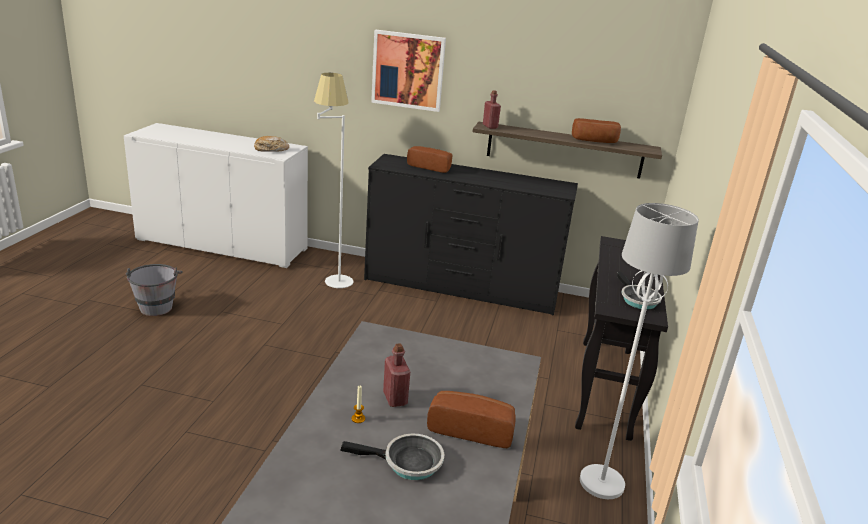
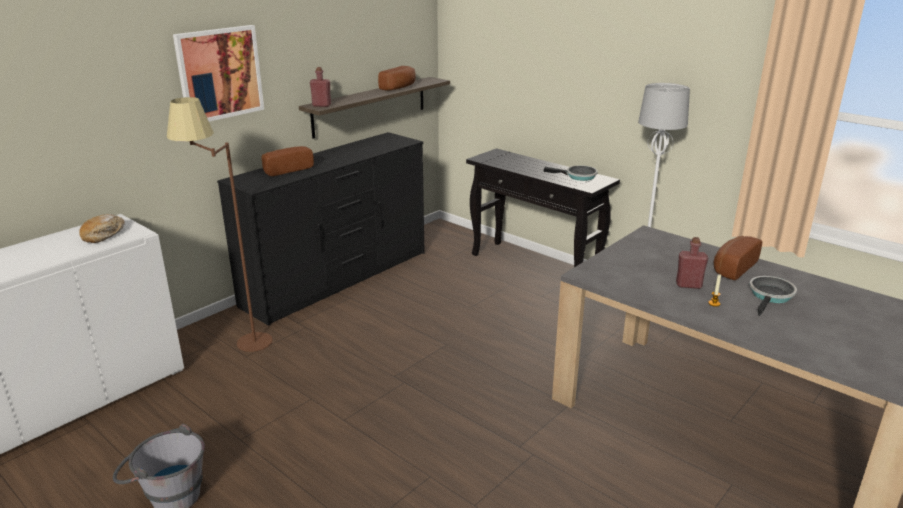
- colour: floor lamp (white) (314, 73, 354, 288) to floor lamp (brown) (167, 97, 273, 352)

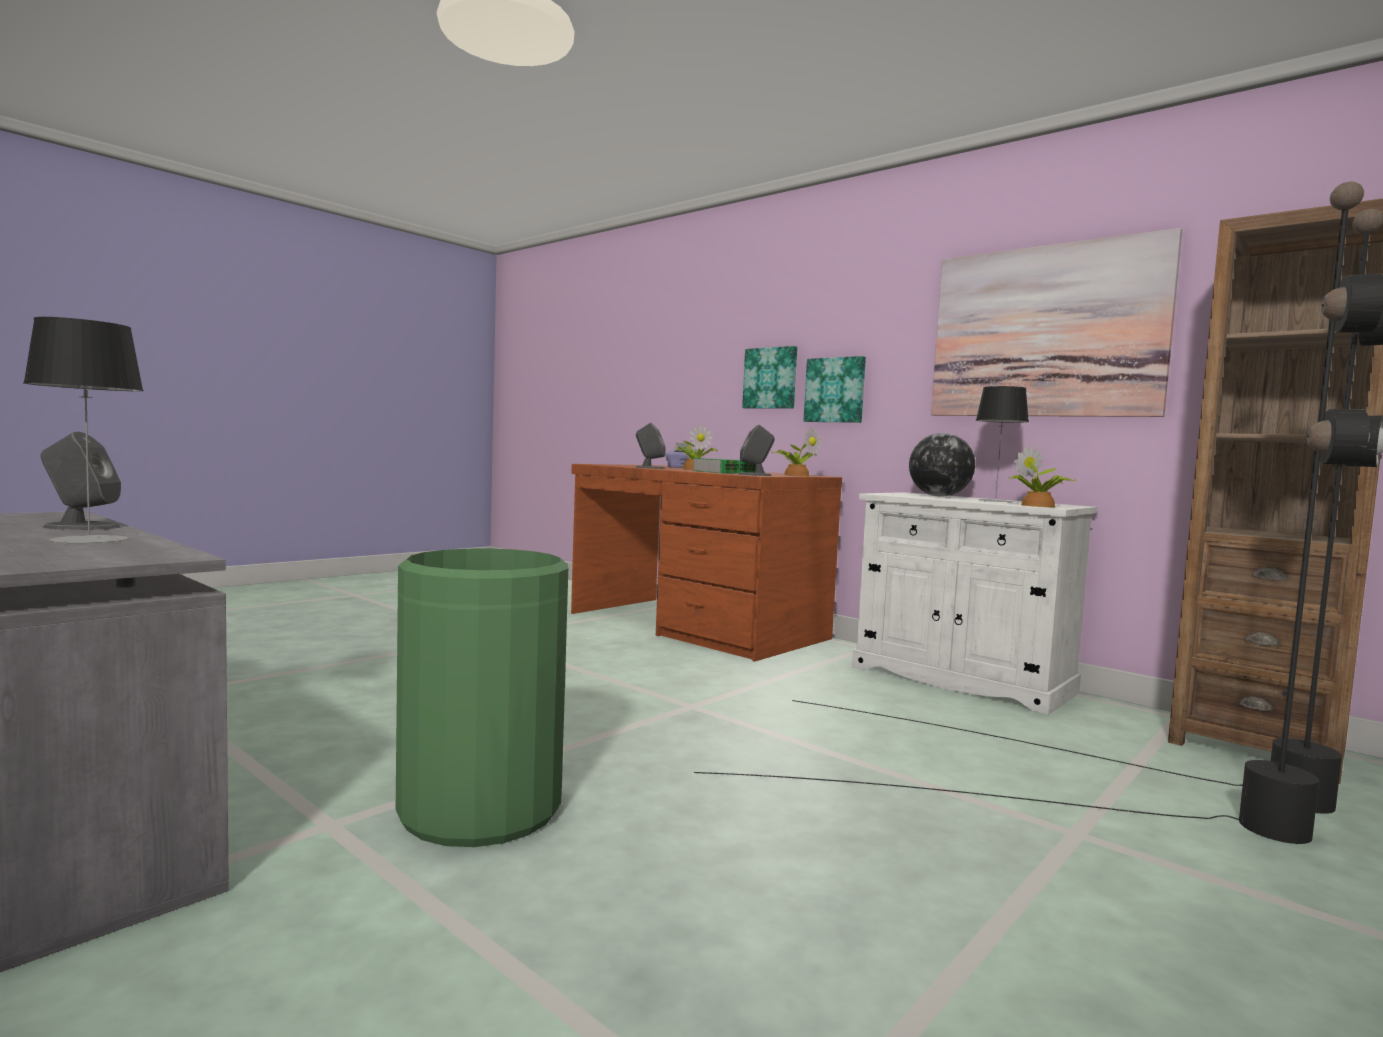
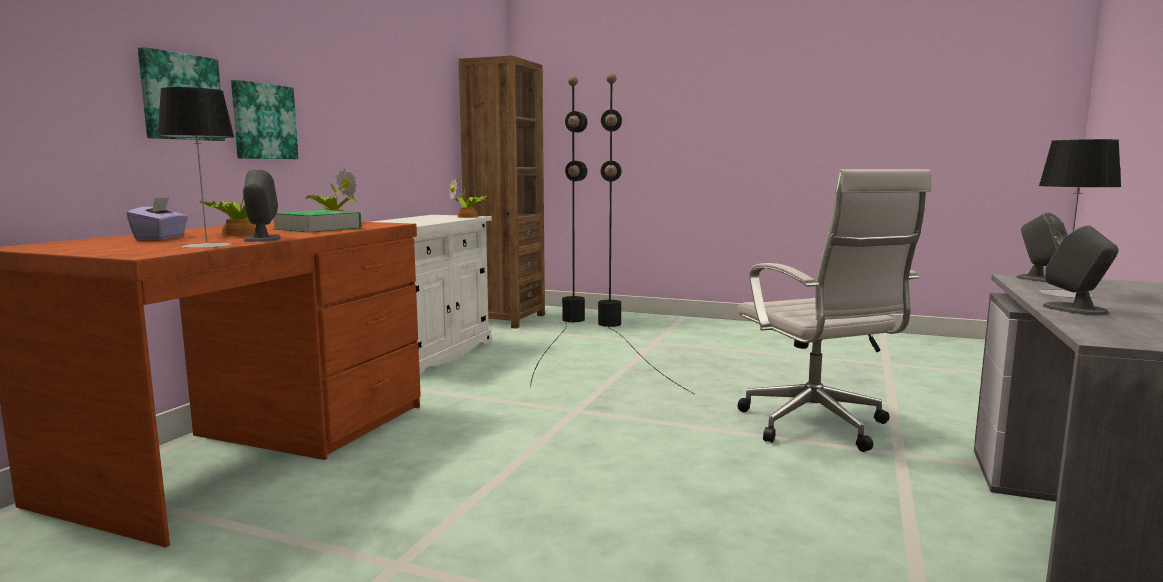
- missing: globe (909, 433, 975, 497)
- missing: picture (931, 228, 1182, 417)
- relocated: speaker (grey) (739, 425, 775, 476) to (1016, 213, 1068, 282)
- relocated: table lamp (976, 386, 1029, 503) to (157, 87, 234, 248)
- exchanged: trash can (green) (396, 549, 568, 847) to office chair (white) (737, 169, 931, 452)

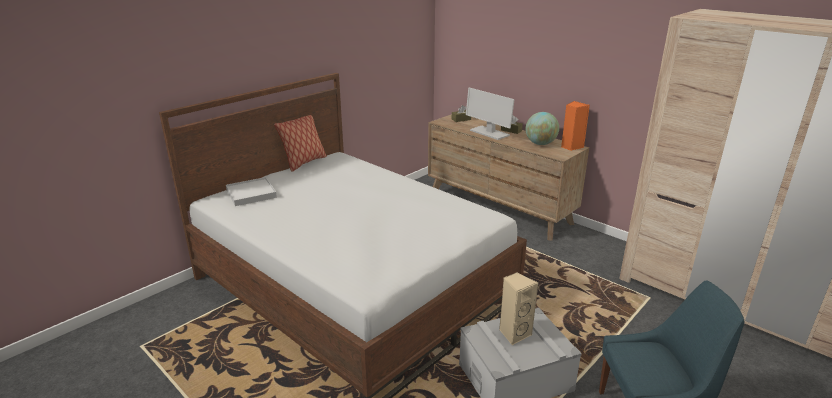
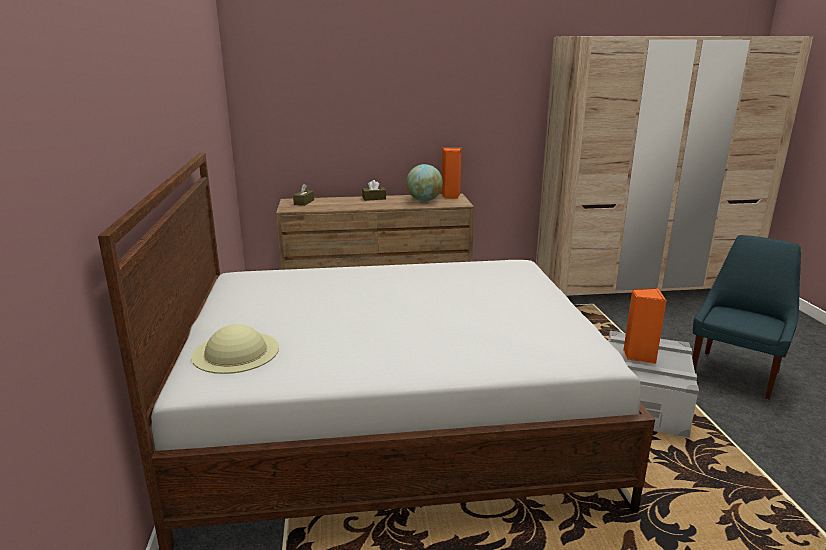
- missing: pillow (274, 115, 327, 171)
- missing: monitor (466, 87, 515, 140)
- exchanged: tray (white) (226, 177, 277, 206) to hat (beige) (191, 324, 279, 374)
- colour: speaker (beige) (499, 272, 538, 345) to speaker (orange) (623, 288, 667, 364)

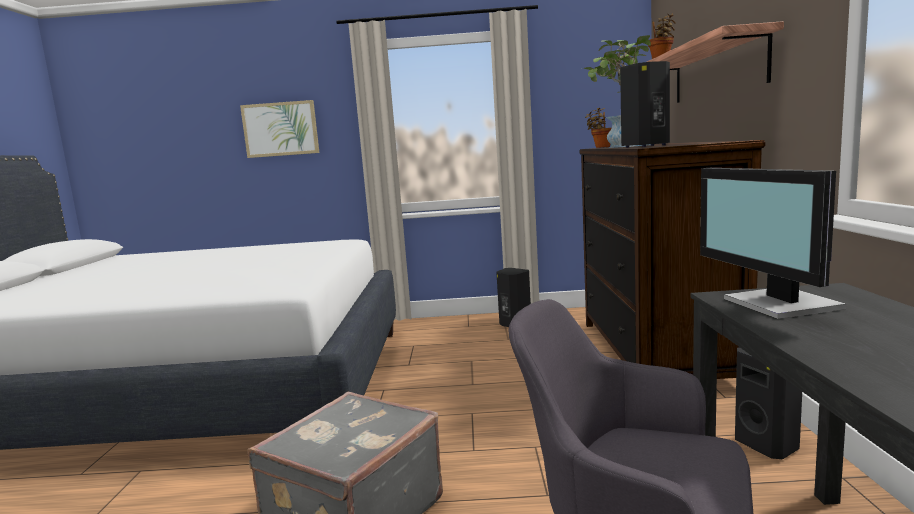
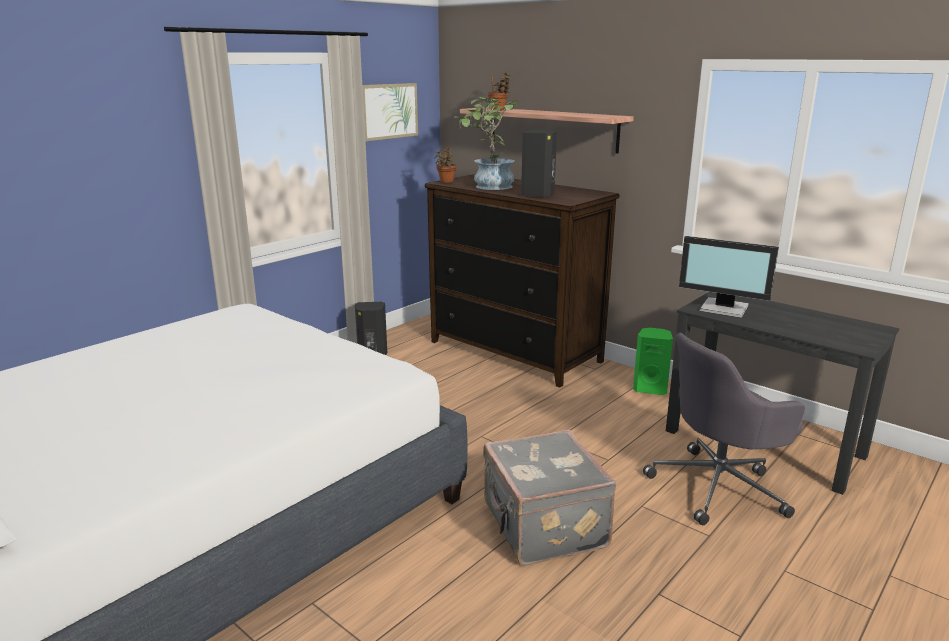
- relocated: picture (240, 100, 320, 158) to (362, 83, 418, 141)
- colour: speaker (black) (735, 347, 802, 459) to speaker (green) (633, 328, 673, 395)

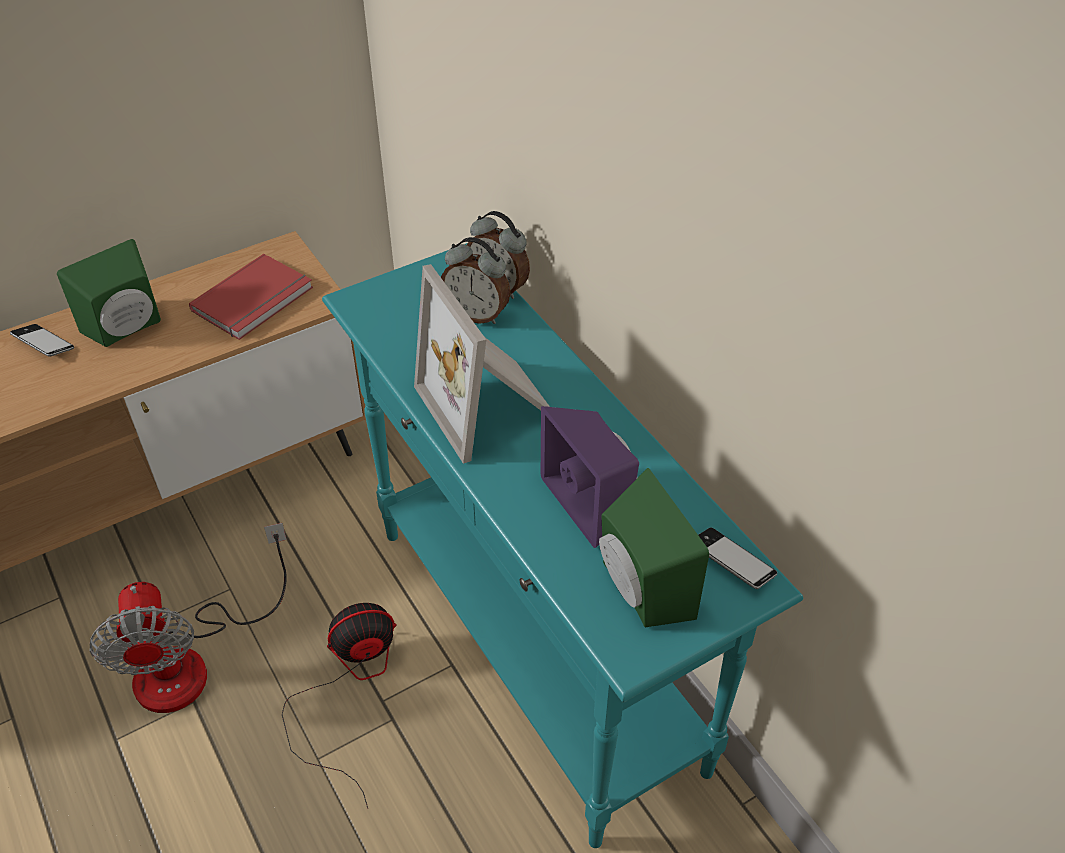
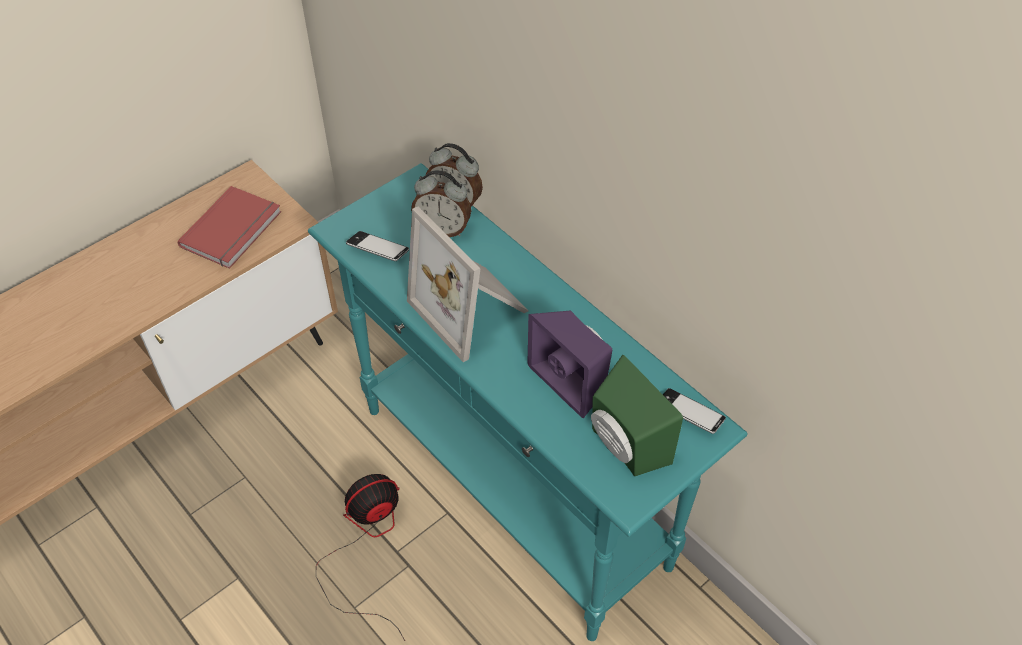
- missing: speaker (green) (57, 239, 161, 347)
- missing: fan (89, 523, 287, 713)
- relocated: phone (10, 324, 74, 357) to (346, 231, 409, 261)

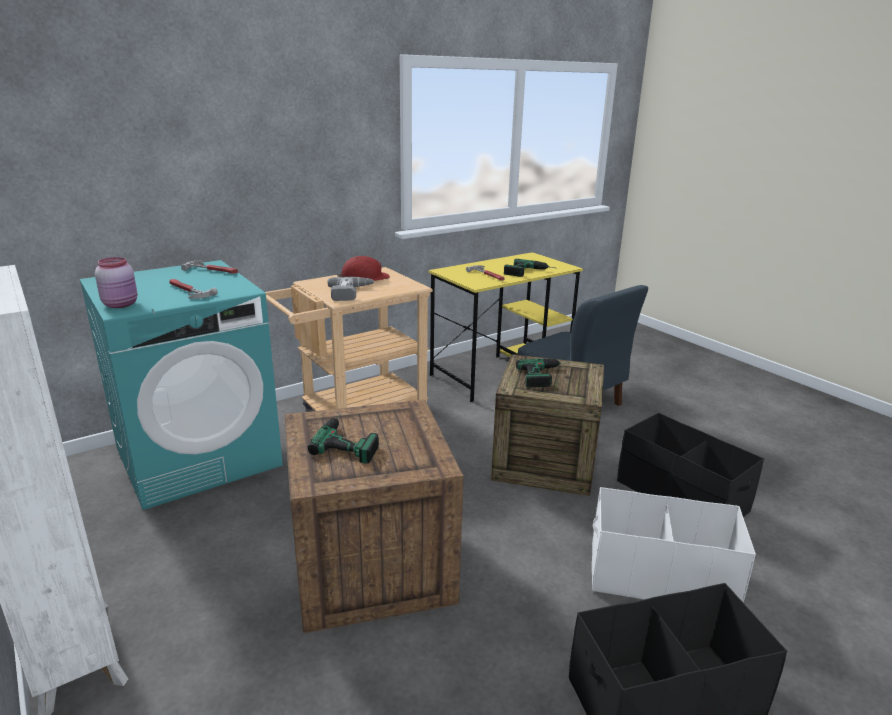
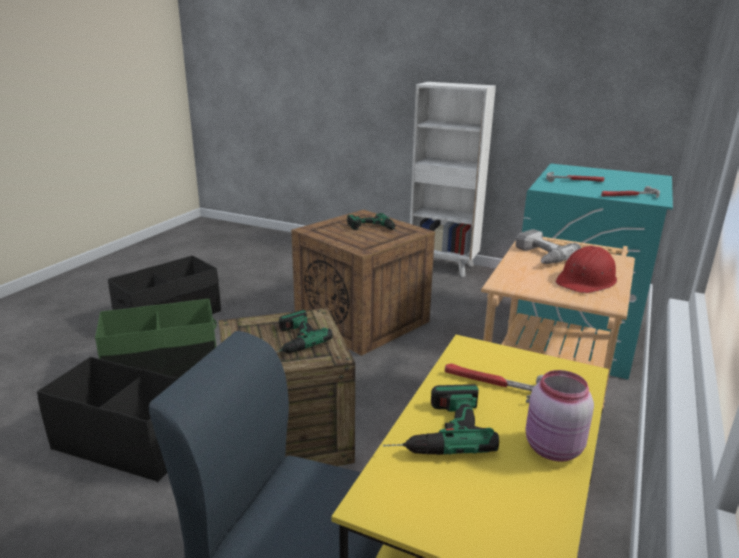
- relocated: jar (pink) (95, 257, 137, 308) to (526, 370, 594, 462)
- colour: storage box (white) (592, 487, 756, 603) to storage box (green) (95, 299, 217, 378)

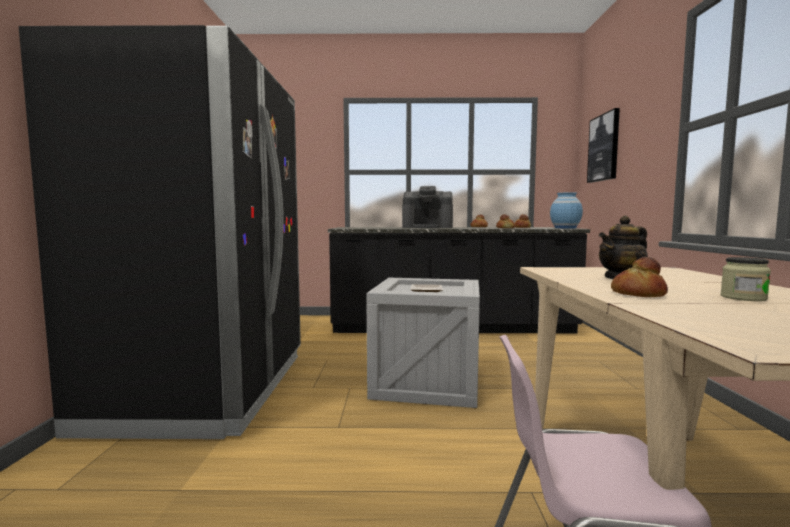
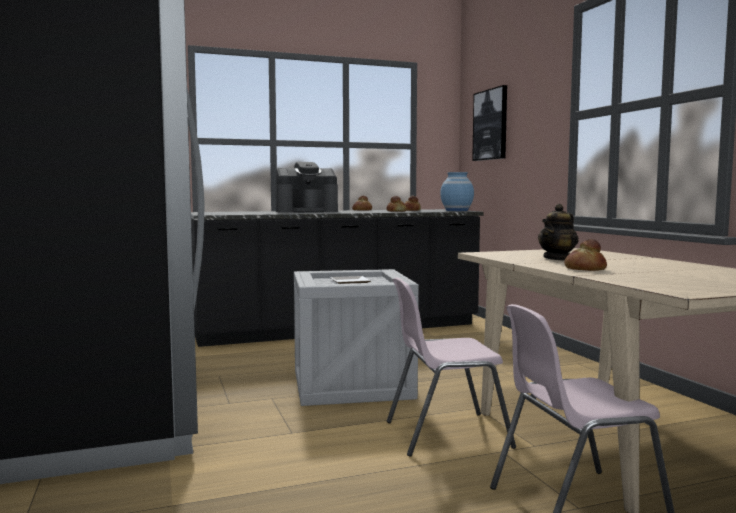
- missing: jar (720, 257, 771, 301)
- appeared: chair (pink) (387, 278, 516, 457)

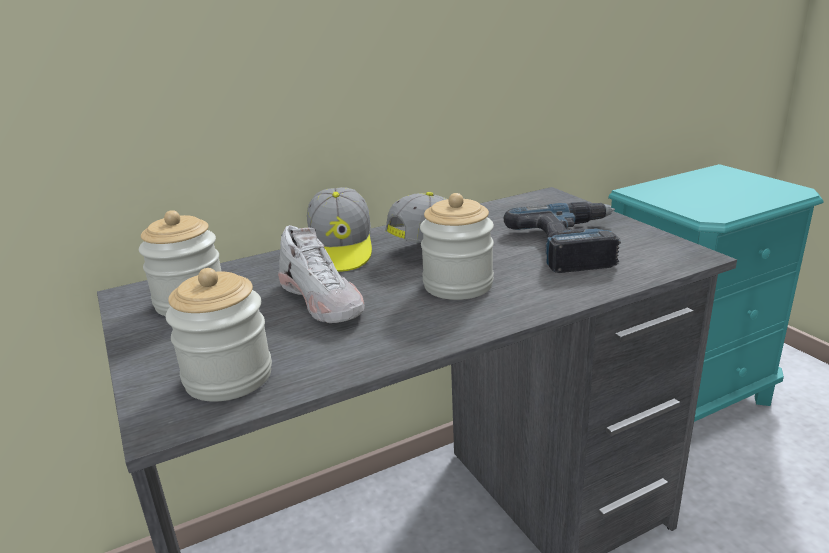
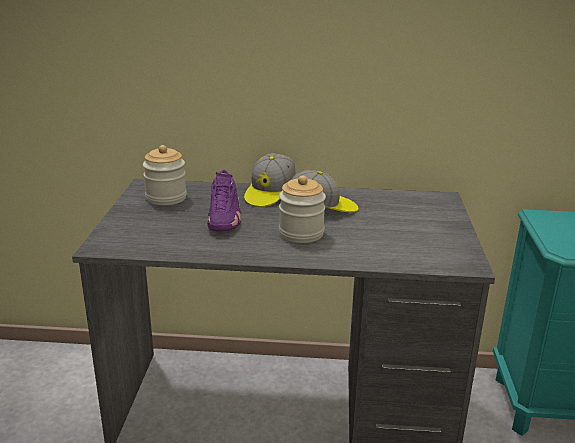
- missing: jar (166, 268, 272, 402)
- missing: power drill (504, 202, 621, 273)
- colour: shoe (white) (278, 225, 365, 323) to shoe (purple) (207, 170, 241, 231)

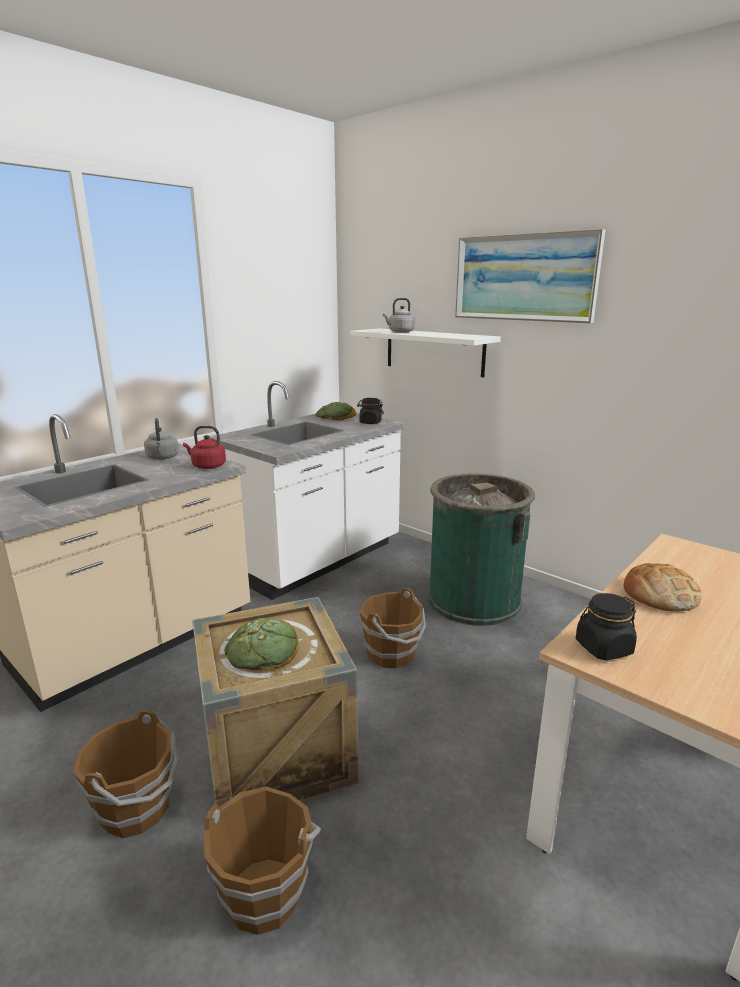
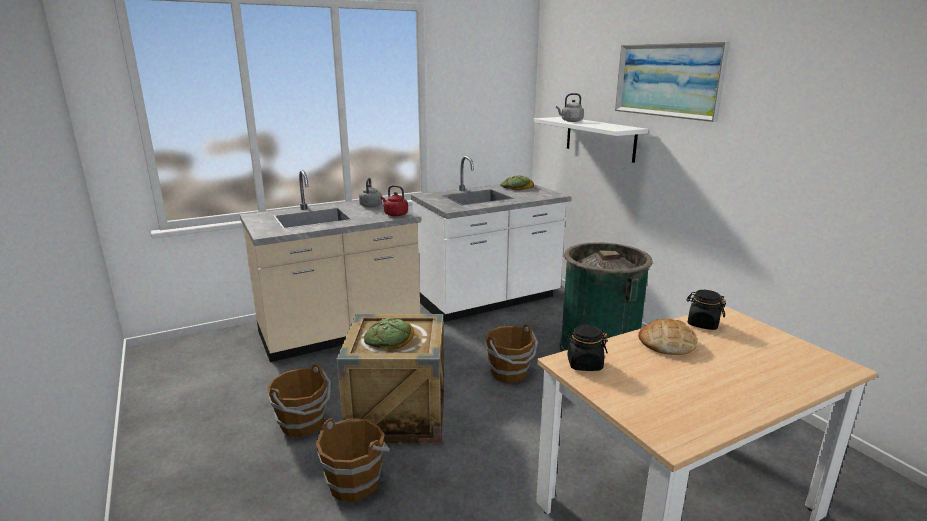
- relocated: jar (black) (357, 398, 384, 424) to (686, 290, 726, 330)

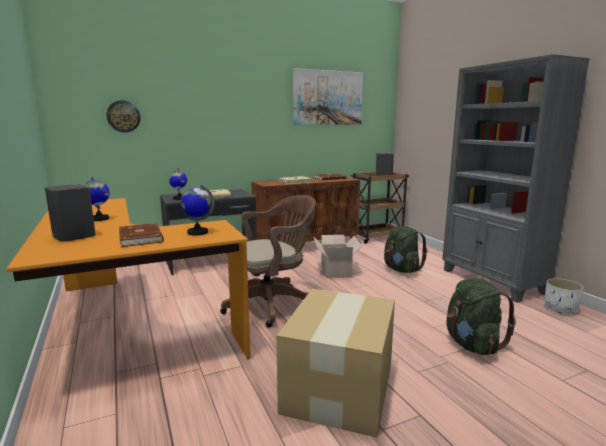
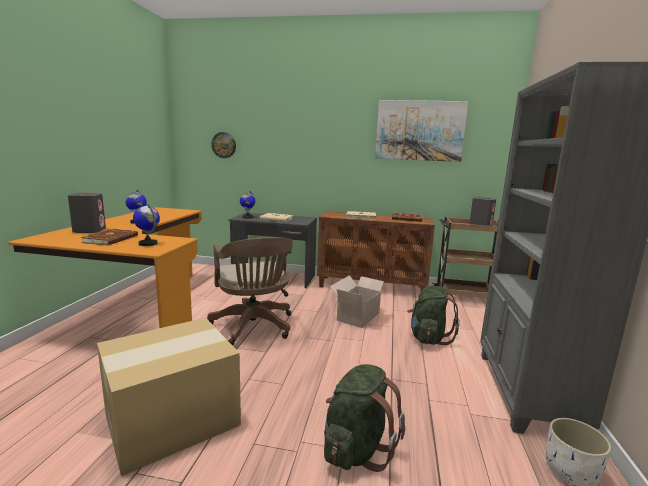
- spun: office chair (brown) (220, 195, 316, 328) = (207, 237, 293, 346) 60 degrees clockwise

